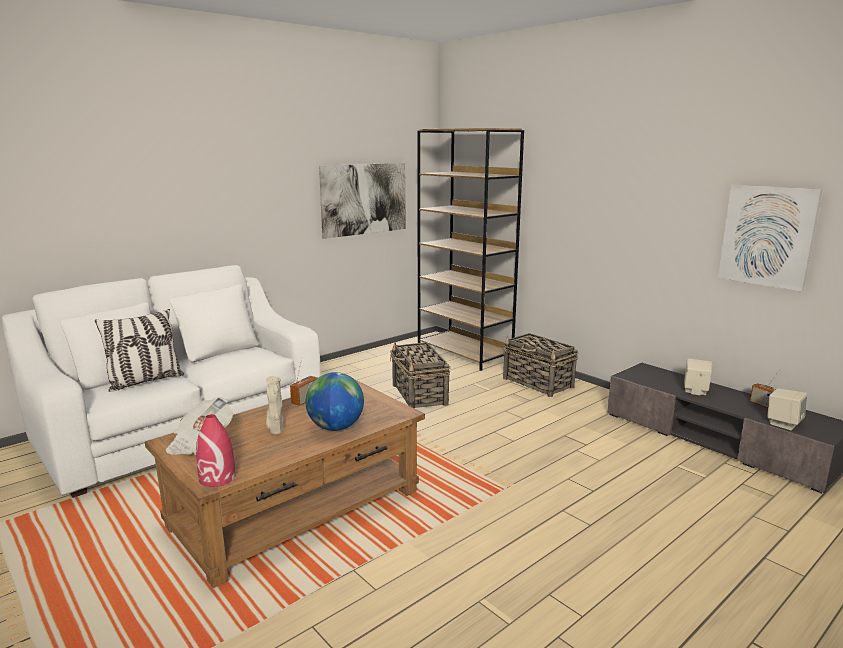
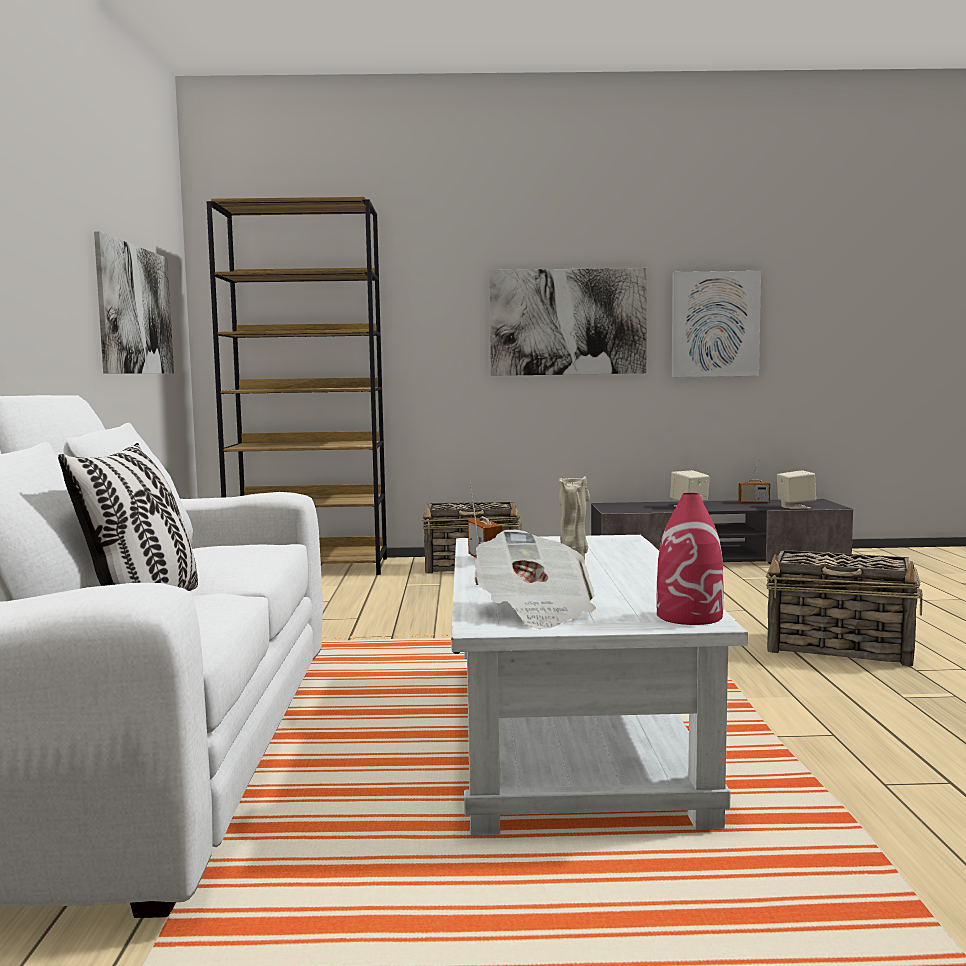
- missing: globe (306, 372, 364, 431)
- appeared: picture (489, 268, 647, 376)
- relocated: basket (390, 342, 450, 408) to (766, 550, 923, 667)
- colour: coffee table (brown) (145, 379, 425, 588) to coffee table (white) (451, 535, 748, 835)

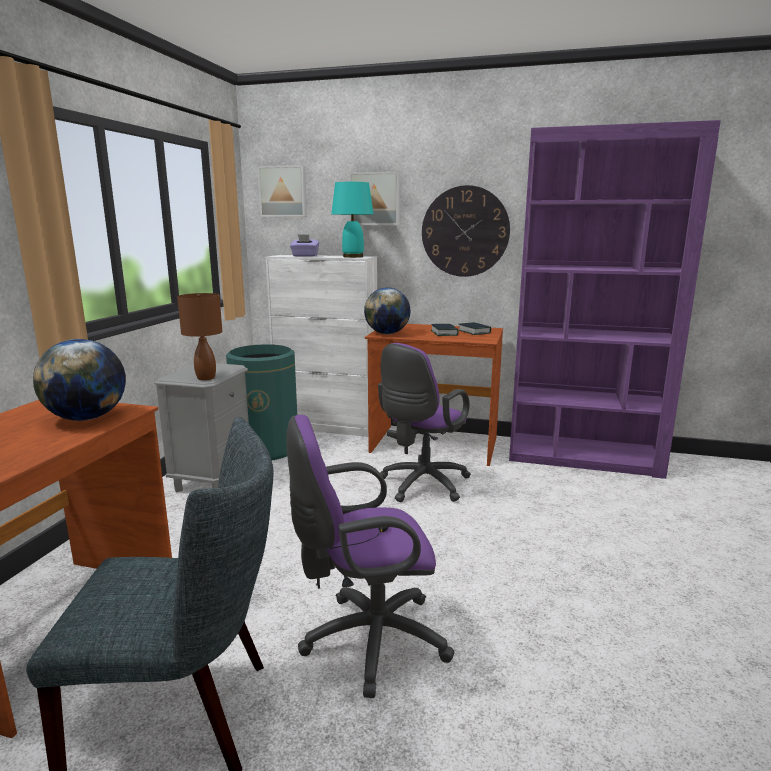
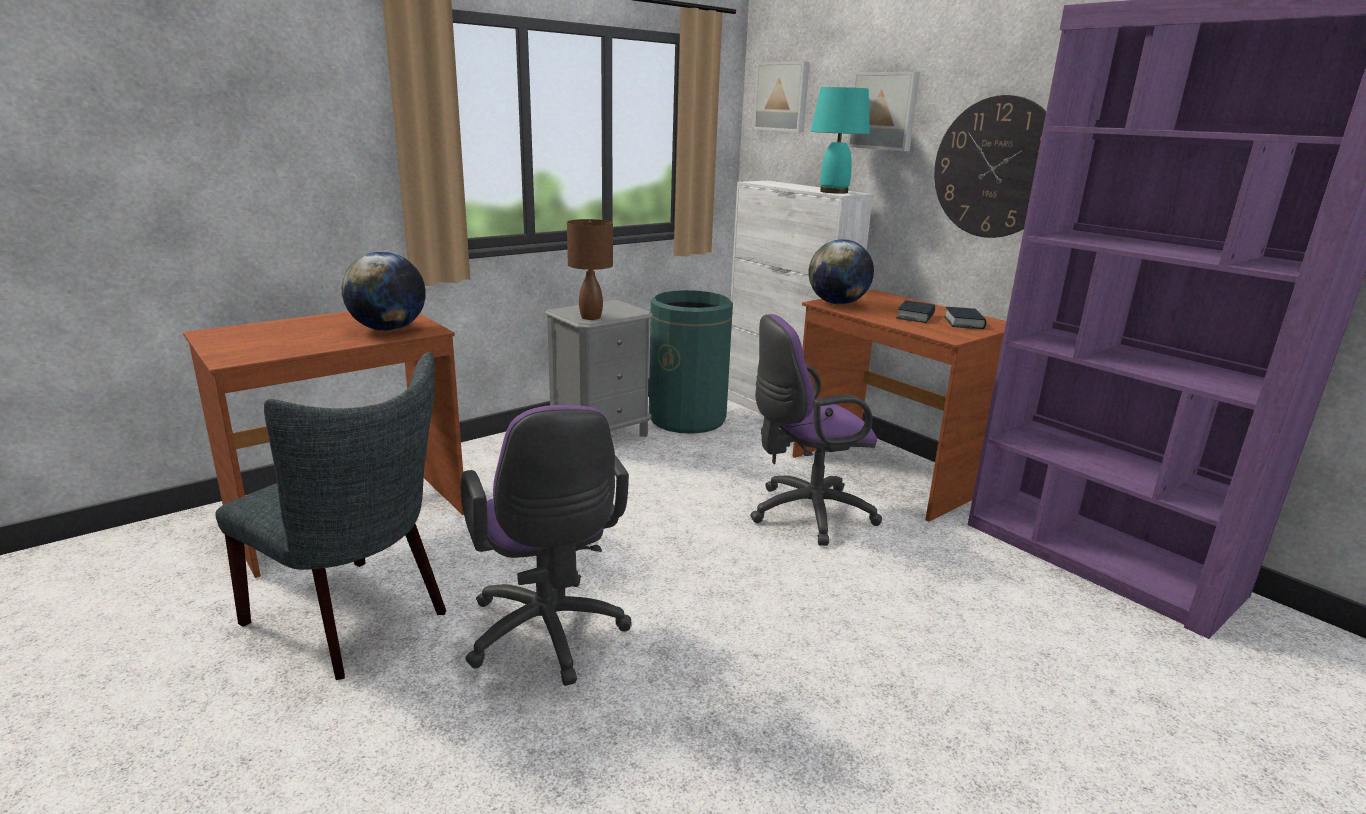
- missing: tissue box (purple) (290, 234, 319, 257)
- spun: office chair (purple) (286, 415, 454, 698) = (461, 405, 632, 686) 135 degrees counterclockwise

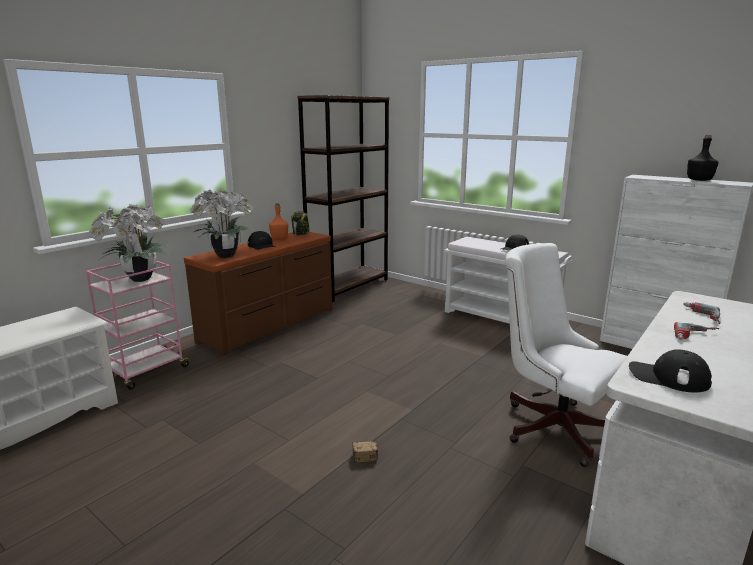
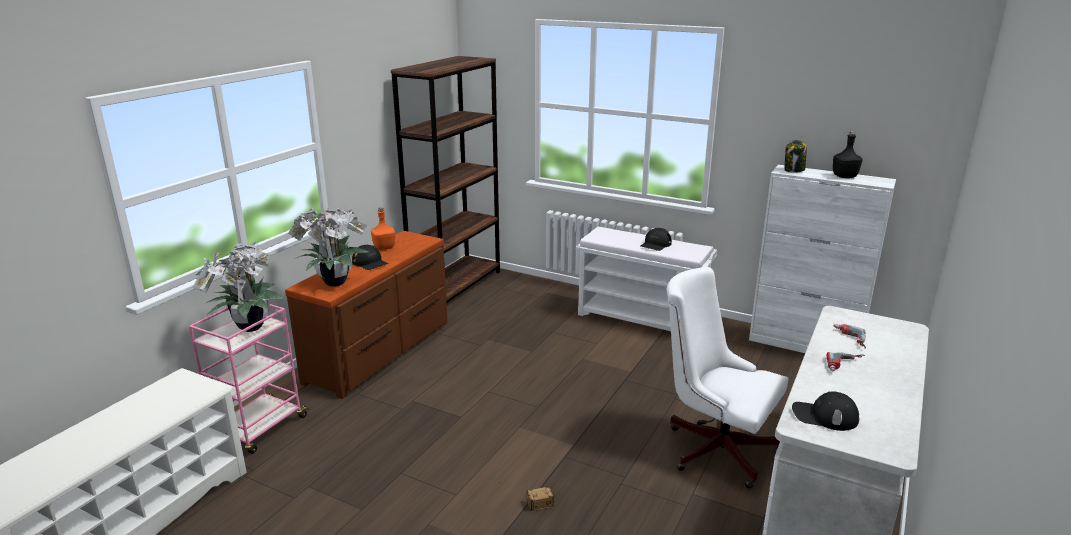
- relocated: jar (291, 211, 310, 235) to (784, 140, 807, 173)

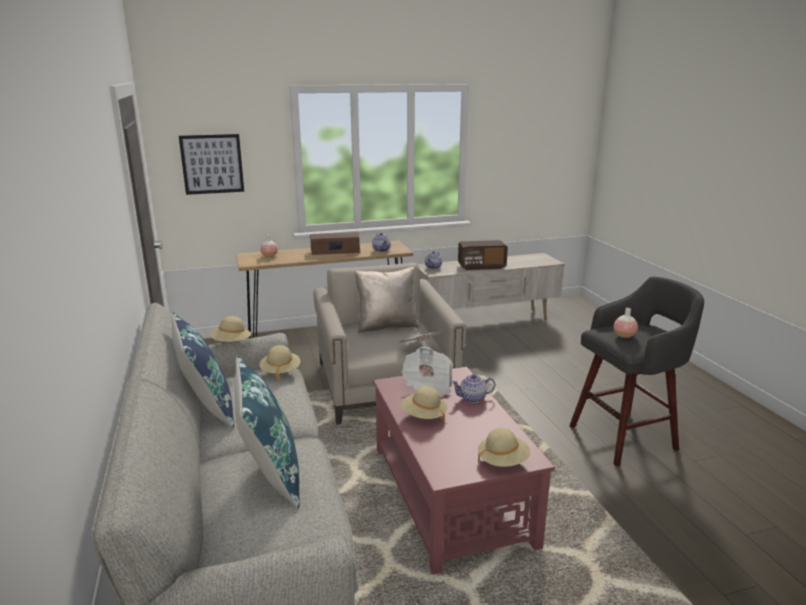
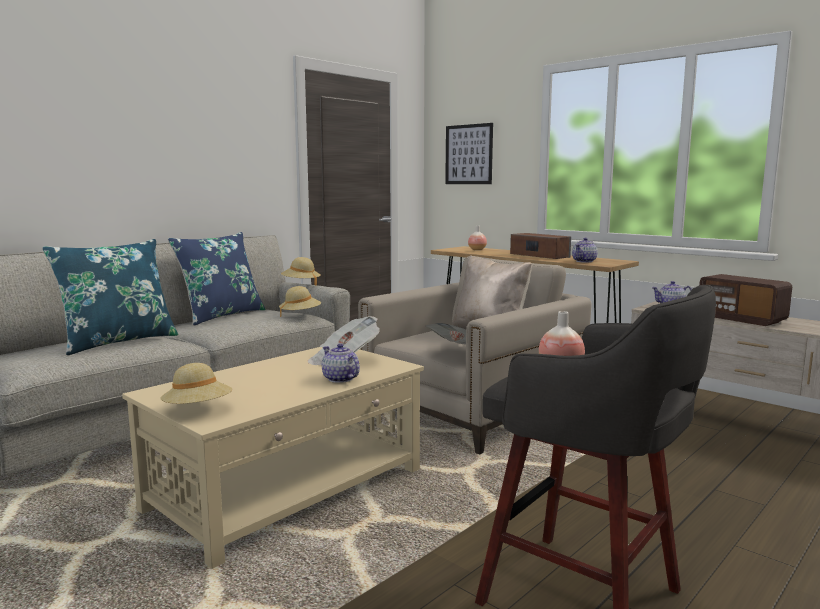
- missing: hat (beige) (401, 386, 447, 423)
- colour: coffee table (red) (373, 367, 555, 575) to coffee table (beige) (122, 347, 424, 569)

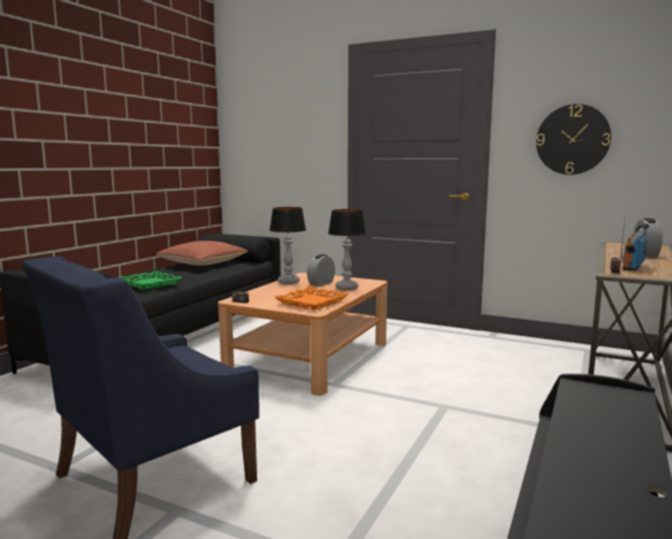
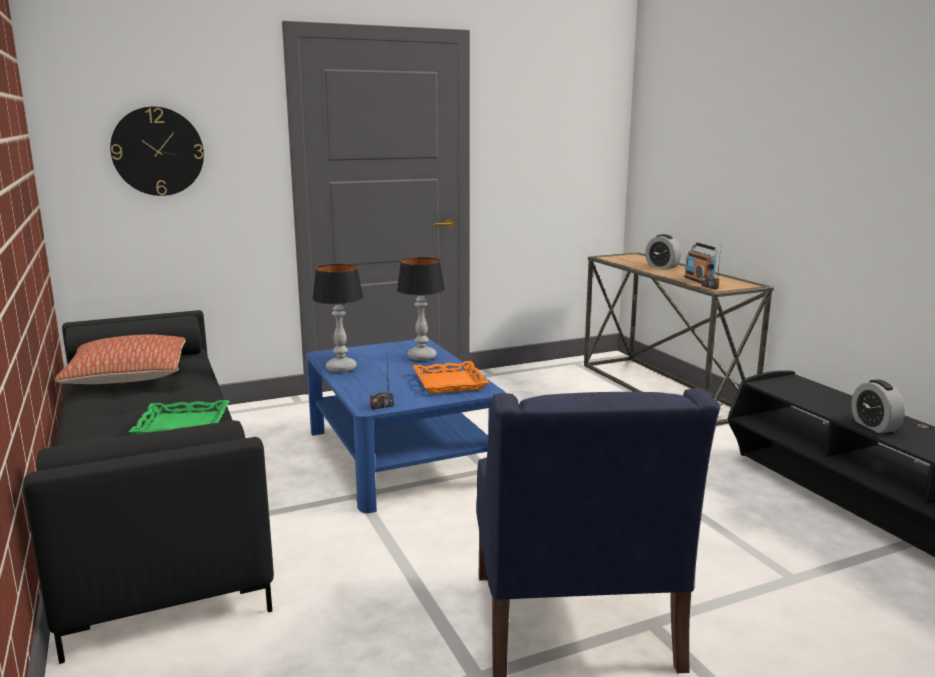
- relocated: alarm clock (307, 254, 335, 286) to (851, 380, 905, 433)
- relocated: wall clock (536, 104, 611, 175) to (110, 107, 204, 196)
- colour: coffee table (brown) (218, 273, 387, 396) to coffee table (blue) (306, 339, 506, 513)

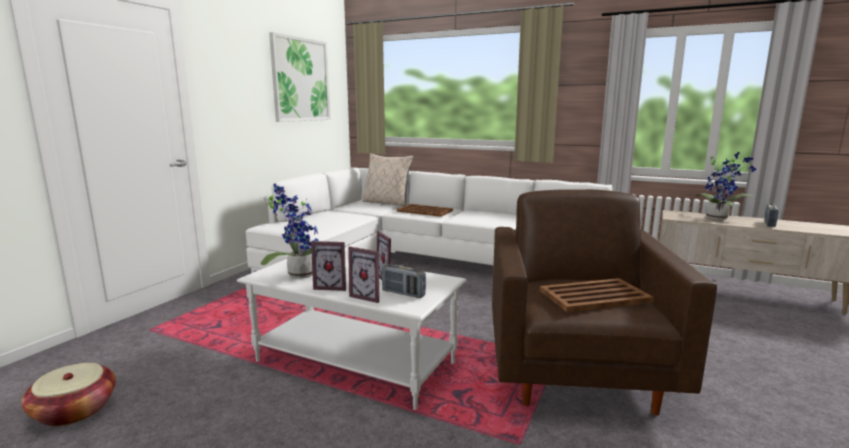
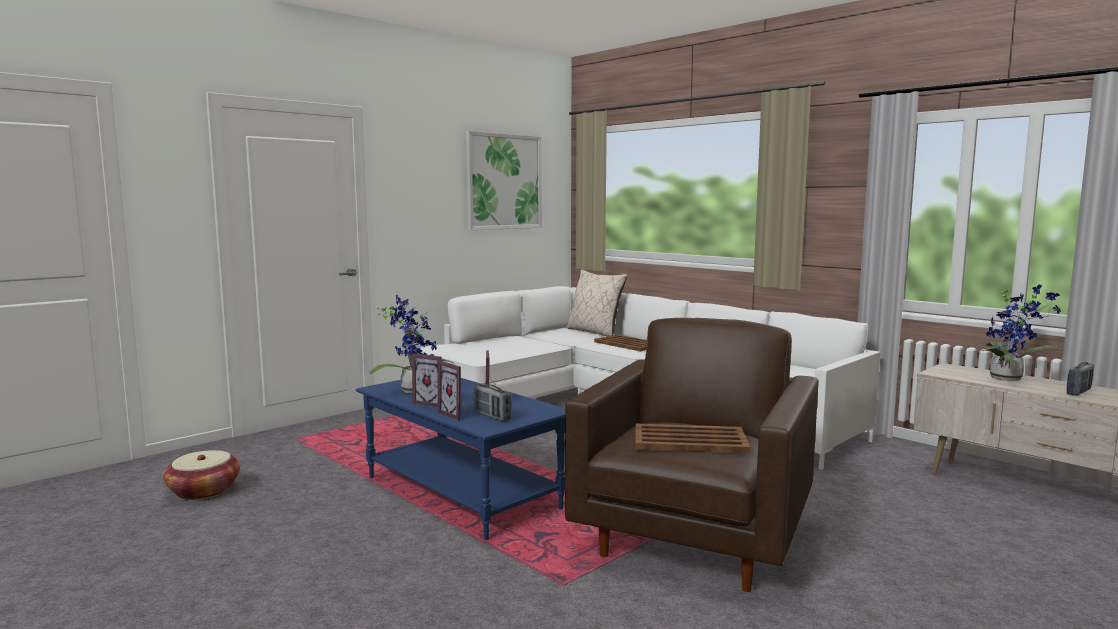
- colour: coffee table (white) (237, 259, 467, 410) to coffee table (blue) (356, 378, 565, 540)

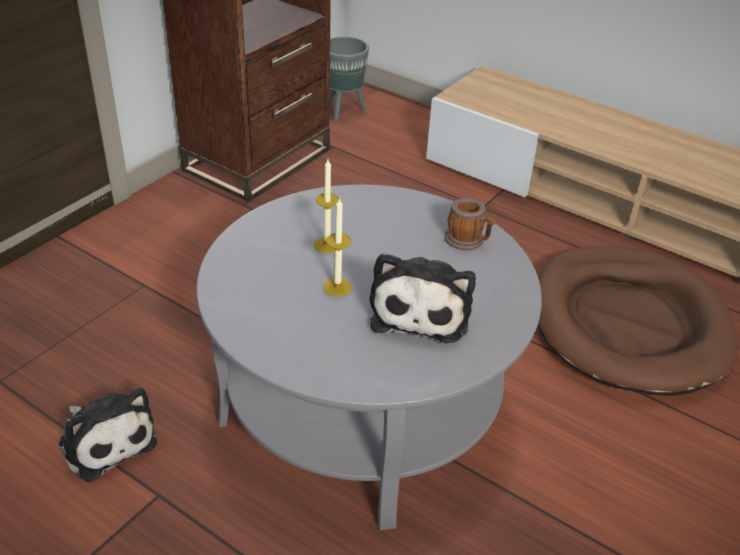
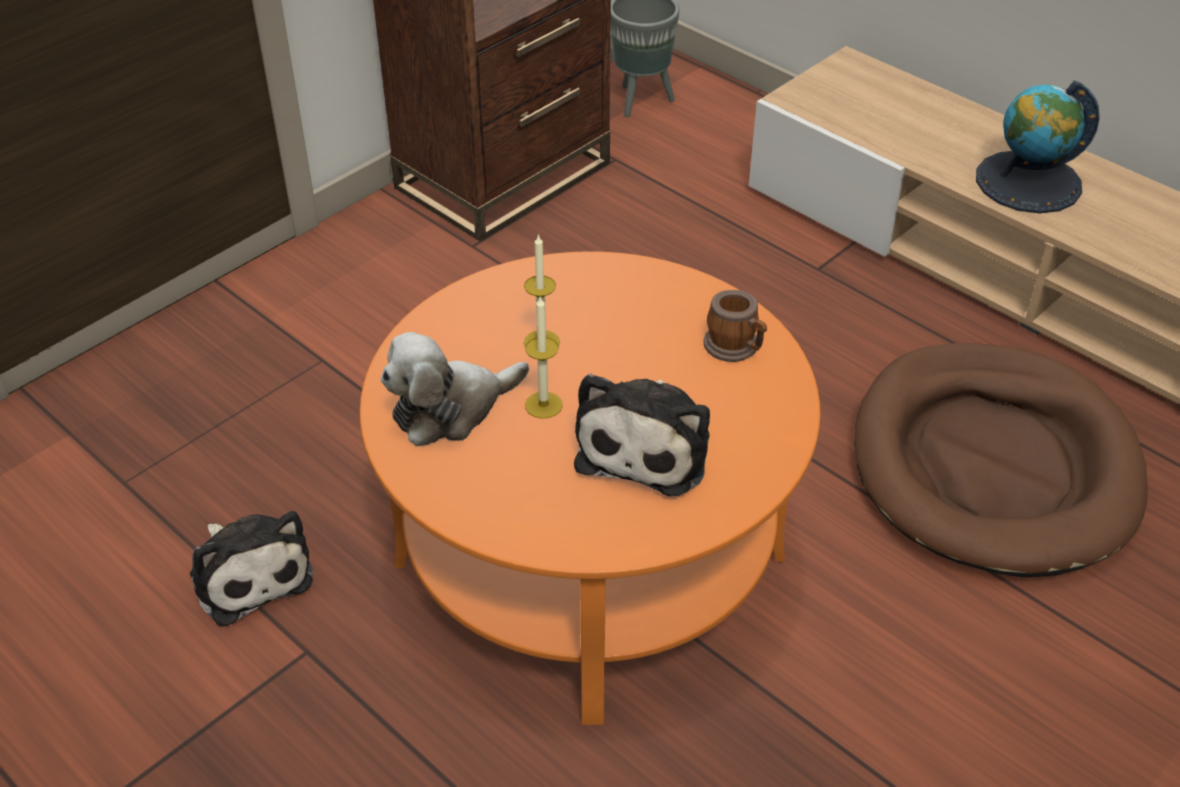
- appeared: plush toy (381, 332, 529, 446)
- appeared: globe (976, 80, 1099, 213)
- colour: coffee table (grey) (196, 184, 542, 530) to coffee table (orange) (360, 251, 820, 725)

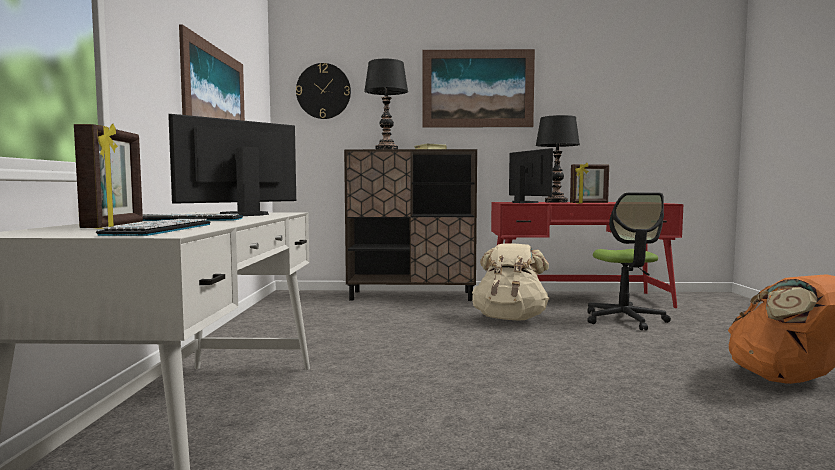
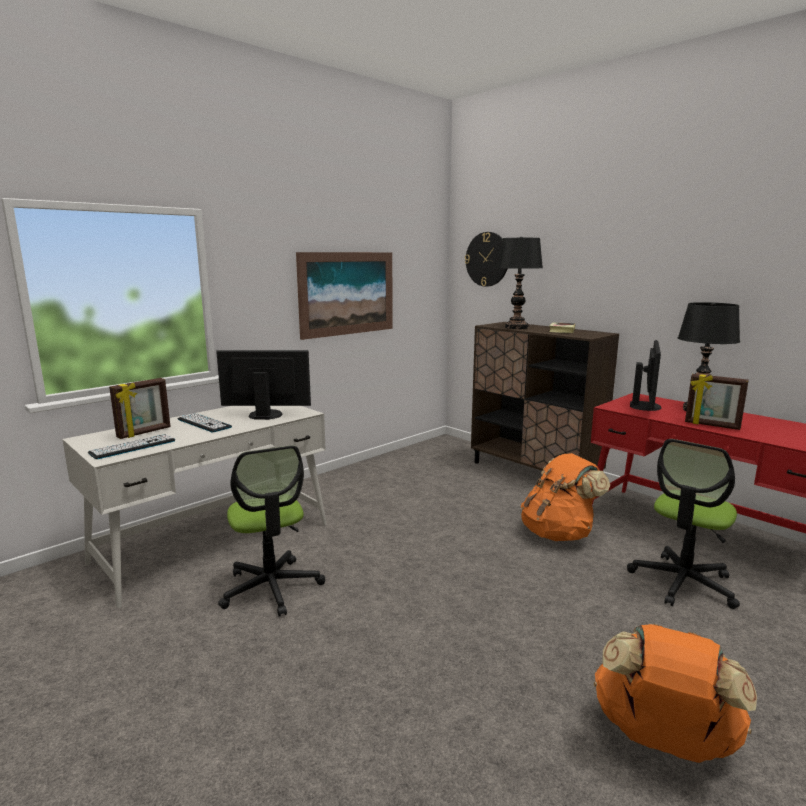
- missing: picture (422, 49, 535, 128)
- appeared: office chair (218, 445, 325, 617)
- colour: backpack (beige) (472, 244, 550, 321) to backpack (orange) (520, 453, 610, 541)

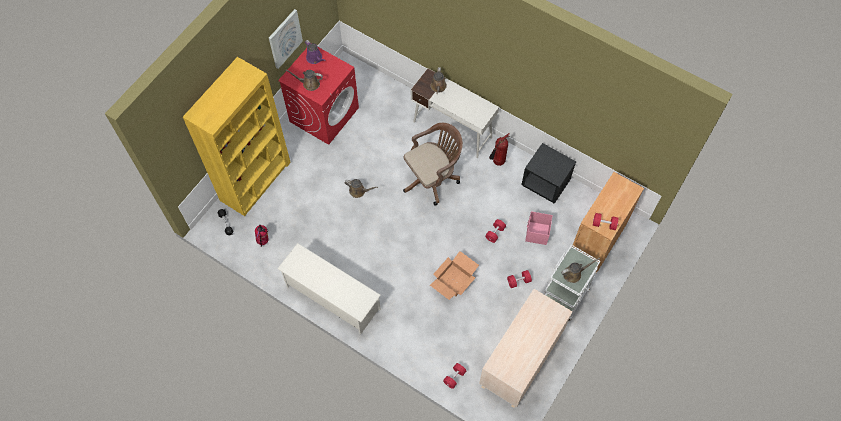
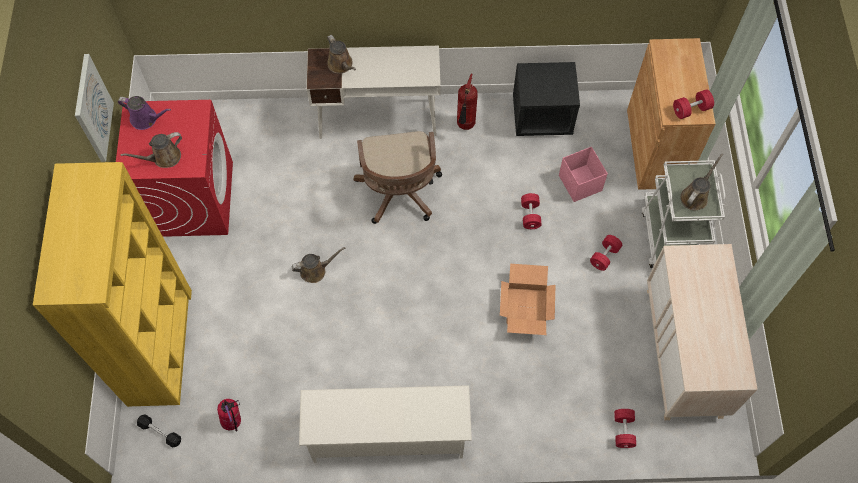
- spun: office chair (brown) (403, 123, 463, 205) = (353, 131, 442, 224) 150 degrees clockwise

